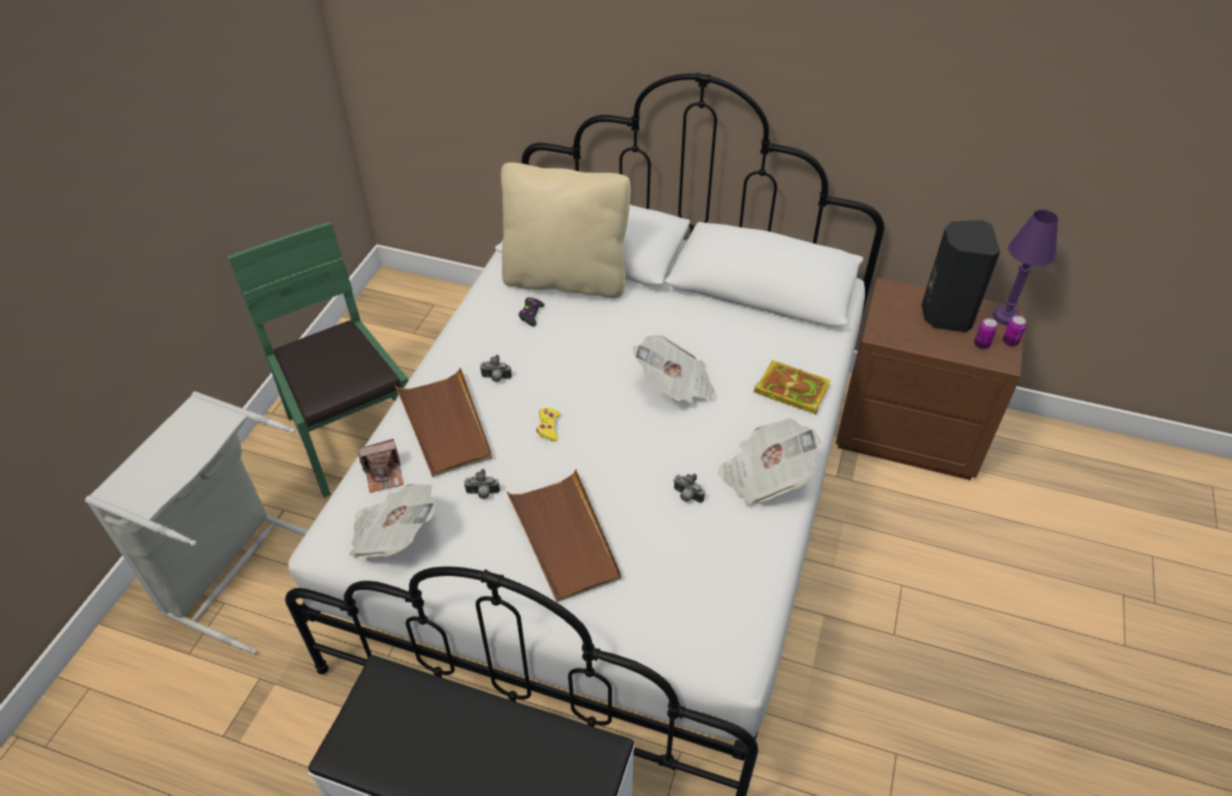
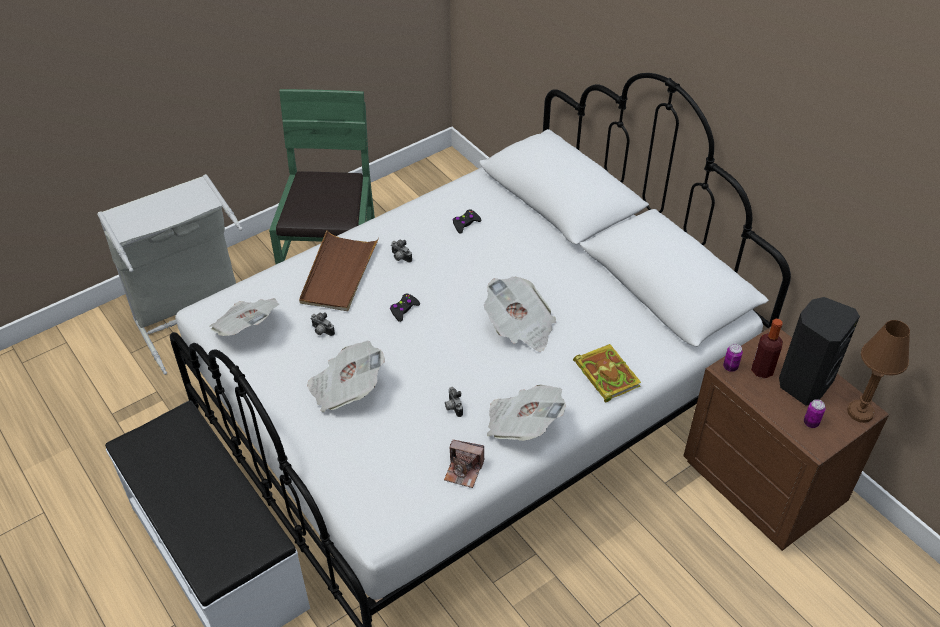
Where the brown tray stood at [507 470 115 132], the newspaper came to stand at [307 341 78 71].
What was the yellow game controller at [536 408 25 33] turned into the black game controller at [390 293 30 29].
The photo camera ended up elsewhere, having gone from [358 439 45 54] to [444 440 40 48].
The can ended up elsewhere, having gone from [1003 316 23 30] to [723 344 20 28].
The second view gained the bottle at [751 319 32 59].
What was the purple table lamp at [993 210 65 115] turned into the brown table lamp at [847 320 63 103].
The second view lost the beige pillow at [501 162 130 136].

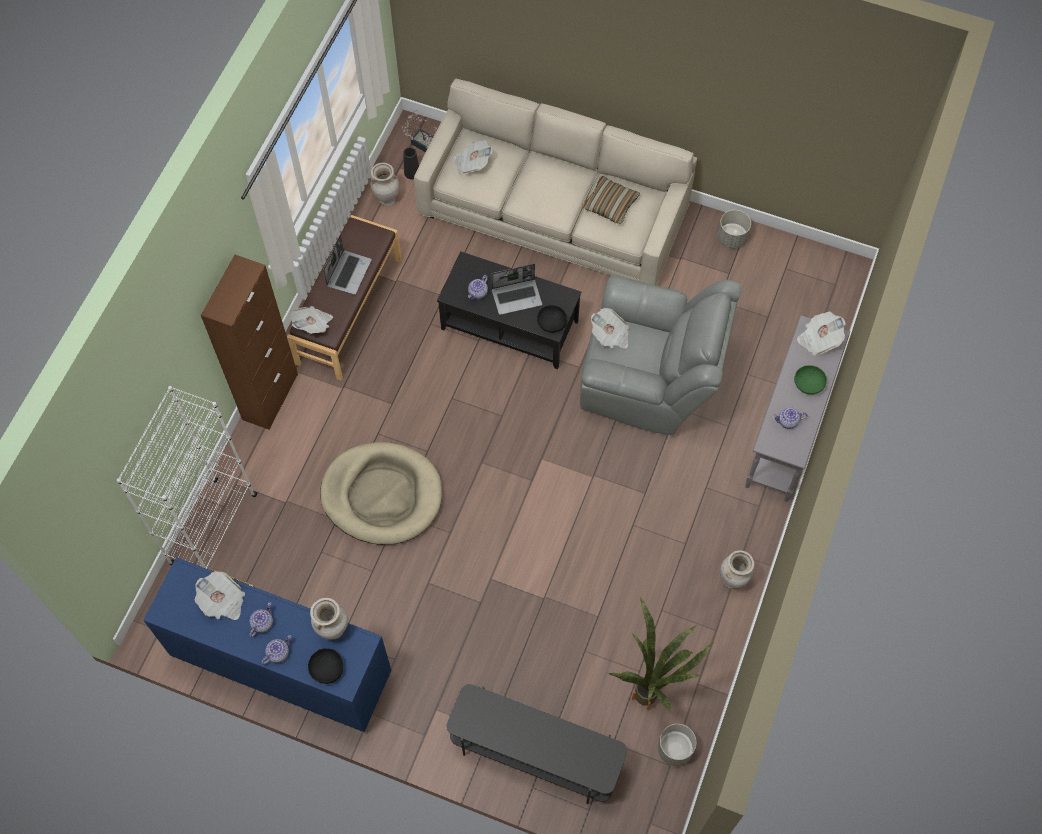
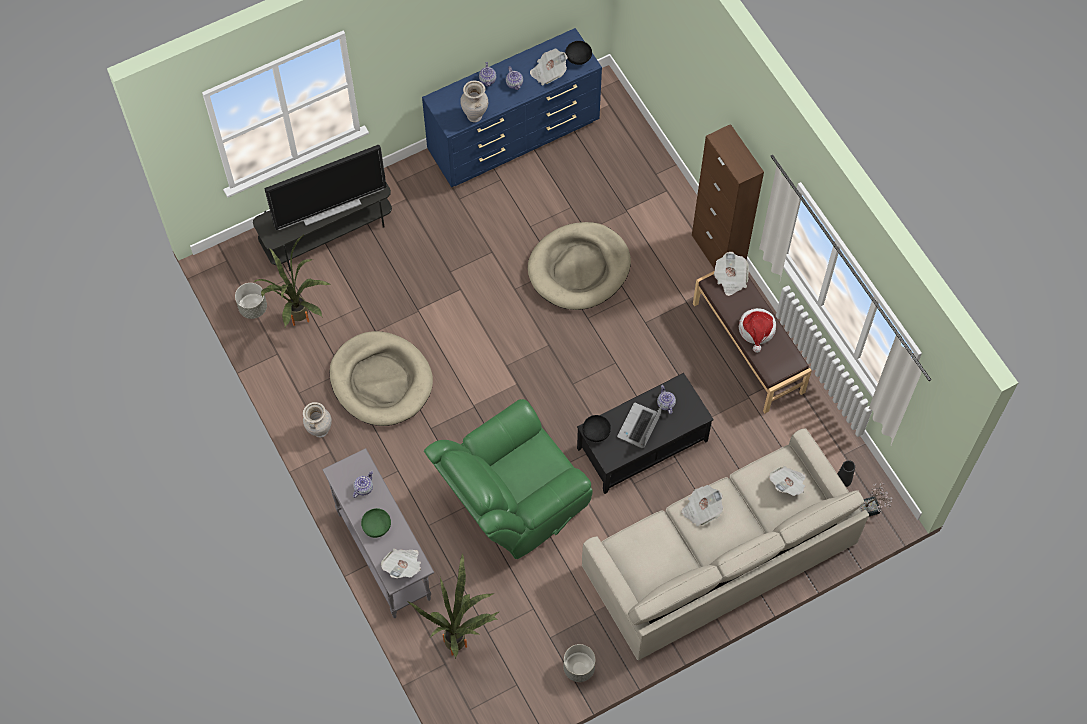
The second view gained the television at [265 145 122 85].
The second view gained the beige dog bed at [330 331 103 95].
The second view gained the potted plant at [407 553 93 106].
What was the grey armchair at [580 275 161 160] turned into the green armchair at [424 399 168 160].
The black bowl ended up elsewhere, having gone from [308 648 35 36] to [565 41 27 24].
The newspaper ended up elsewhere, having gone from [591 308 38 41] to [681 485 42 42].
Where the laptop stood at [323 235 49 60], the hat came to stand at [739 308 37 45].
The second view lost the white bookcase at [117 386 140 183].
The second view lost the beige vase at [370 162 29 44].
The second view lost the pillow at [582 176 58 48].

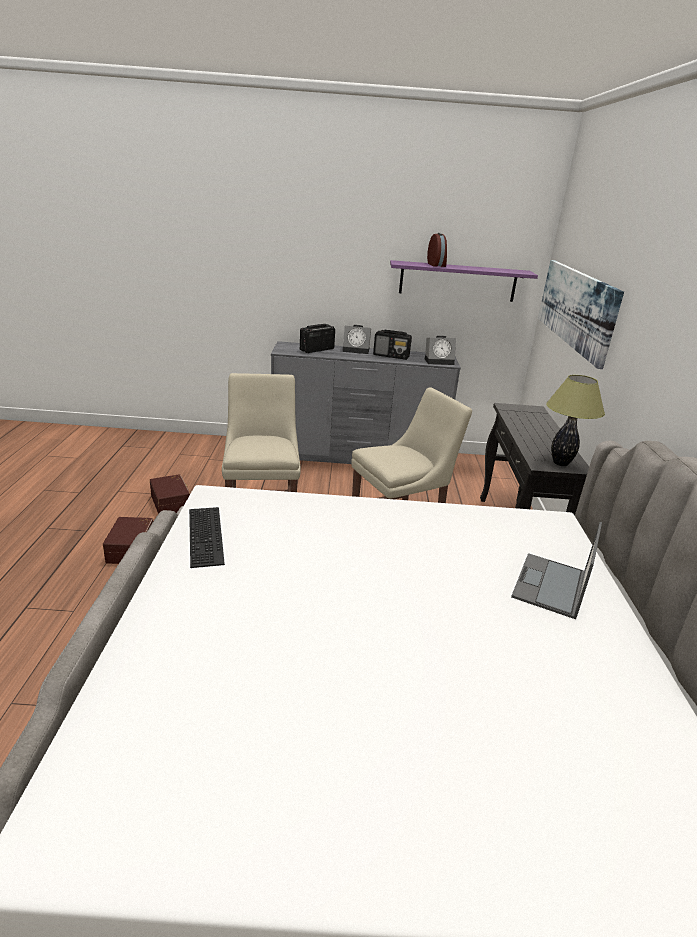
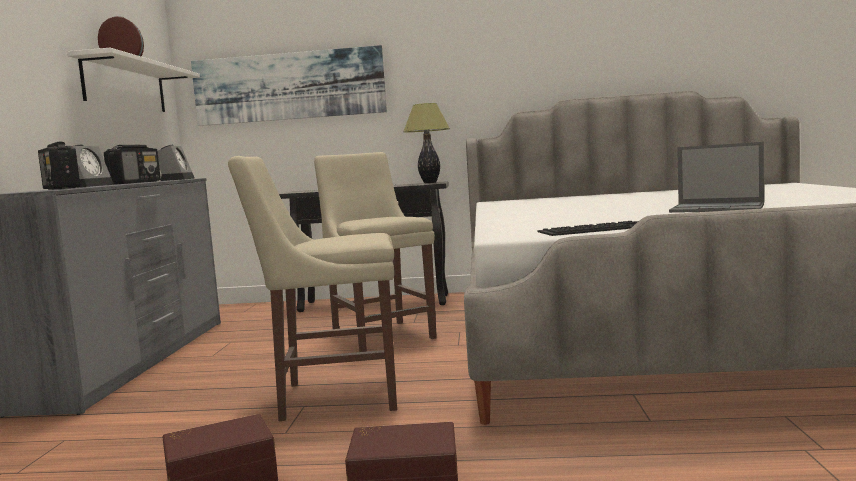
What was the purple shelf at [390 260 148 42] turned into the white shelf at [67 48 133 64].
The laptop ended up elsewhere, having gone from [511 522 91 97] to [669 142 95 71].

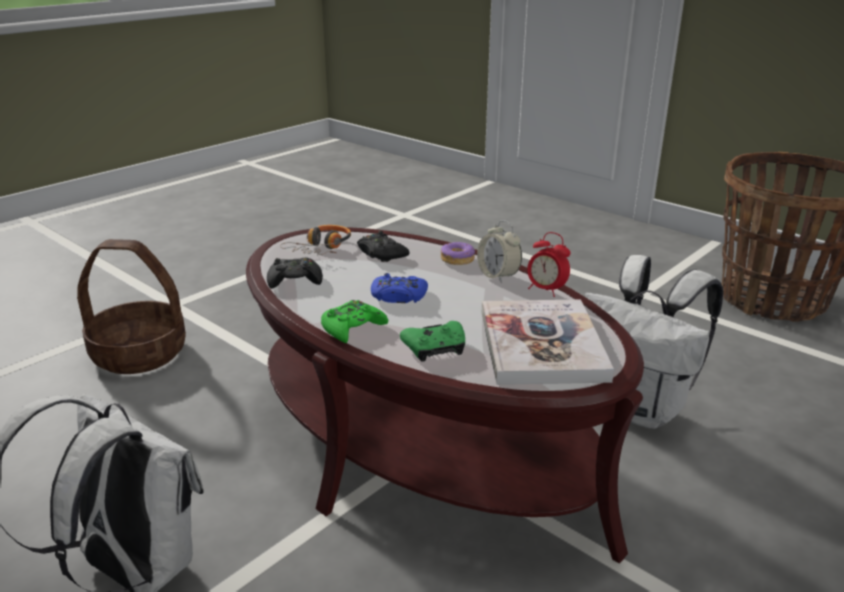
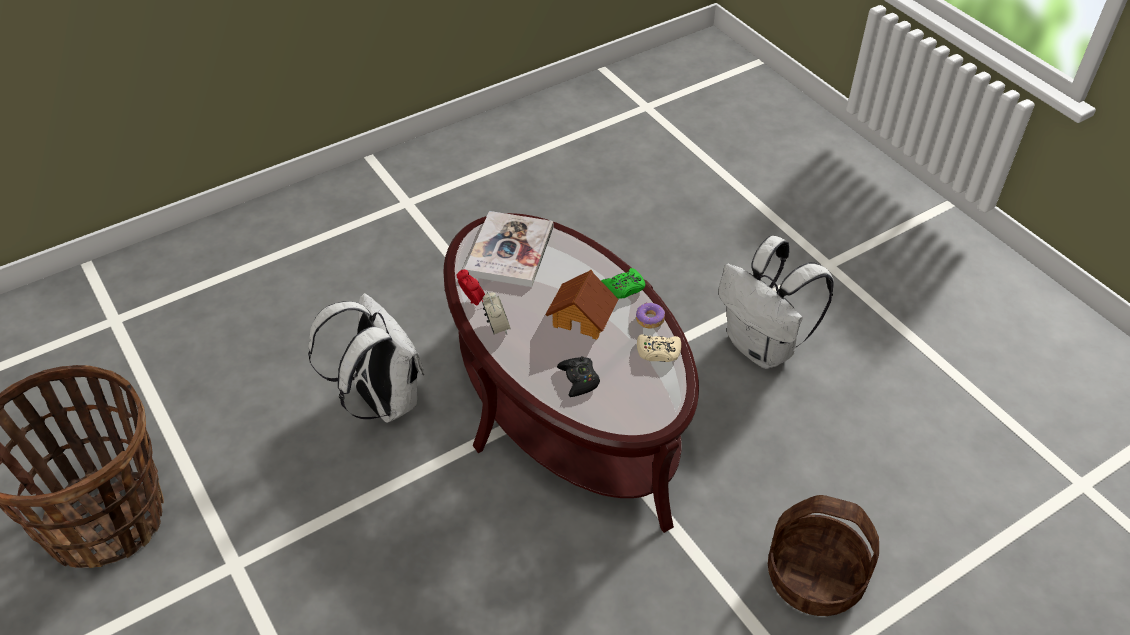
Where the blue game controller stood at [371 273 57 30], the toy house came to stand at [545 270 73 70].
The donut ended up elsewhere, having gone from [441 242 34 23] to [636 302 29 27].
What was the black game controller at [267 257 56 32] turned into the beige game controller at [637 334 44 28].
The second view lost the headphones at [280 225 71 30].
The second view lost the green game controller at [400 321 65 41].

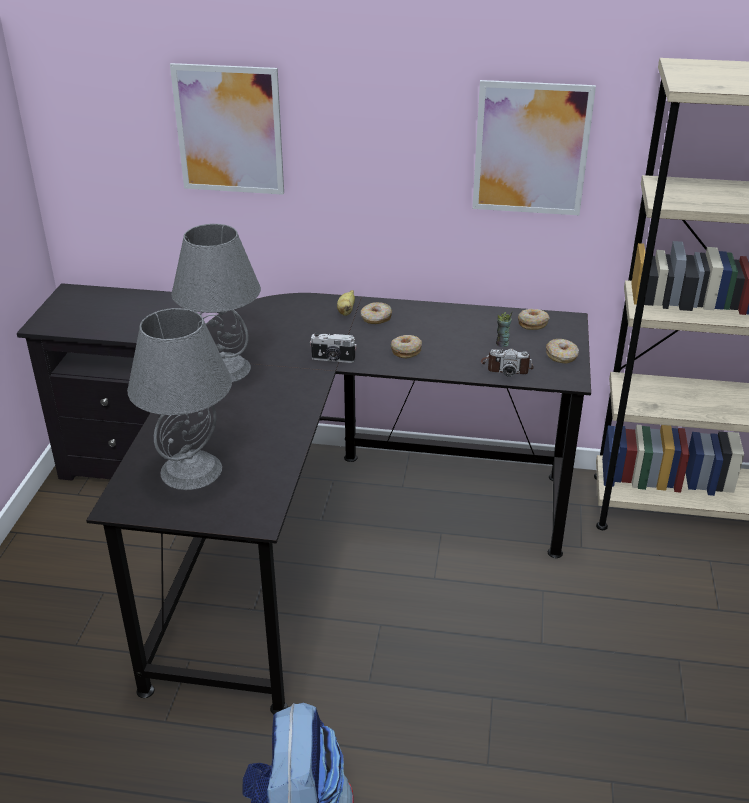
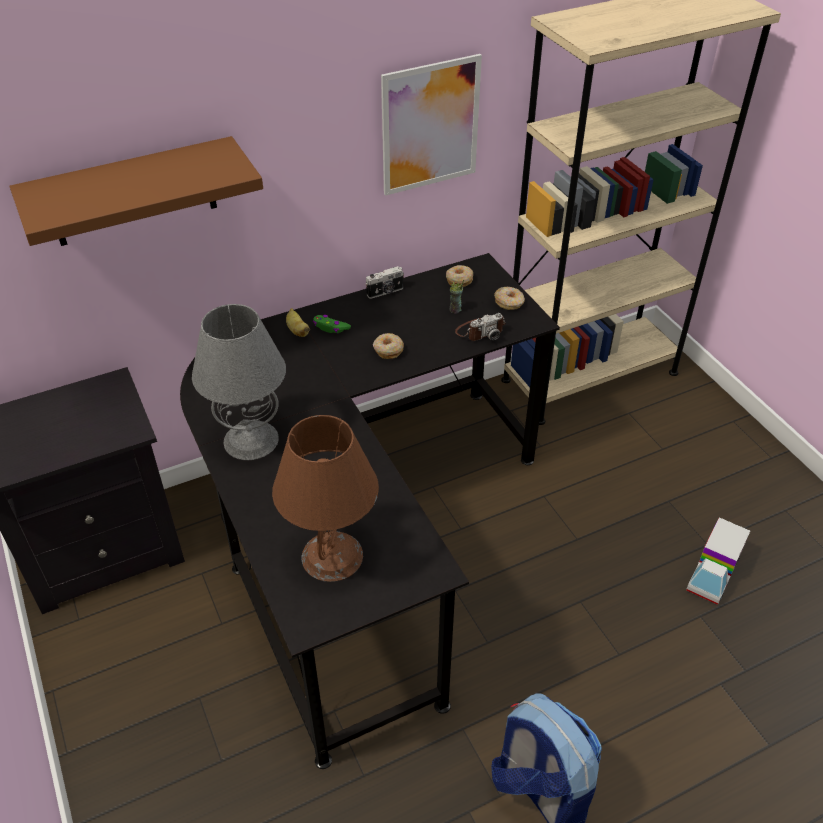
Where the picture hung at [170 63 114 132], the brown shelf came to hang at [10 136 253 110].
What was the grey table lamp at [127 308 105 182] turned into the brown table lamp at [272 415 107 167].
Where the donut stood at [361 302 31 22], the green game controller came to stand at [313 315 38 18].
The photo camera ended up elsewhere, having gone from [310 332 47 31] to [365 266 39 33].
The second view gained the toy truck at [686 517 64 88].

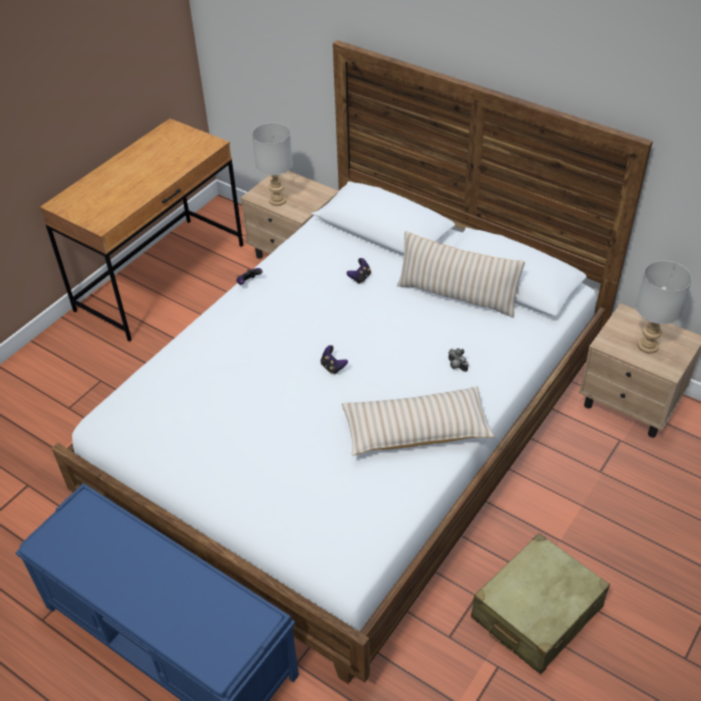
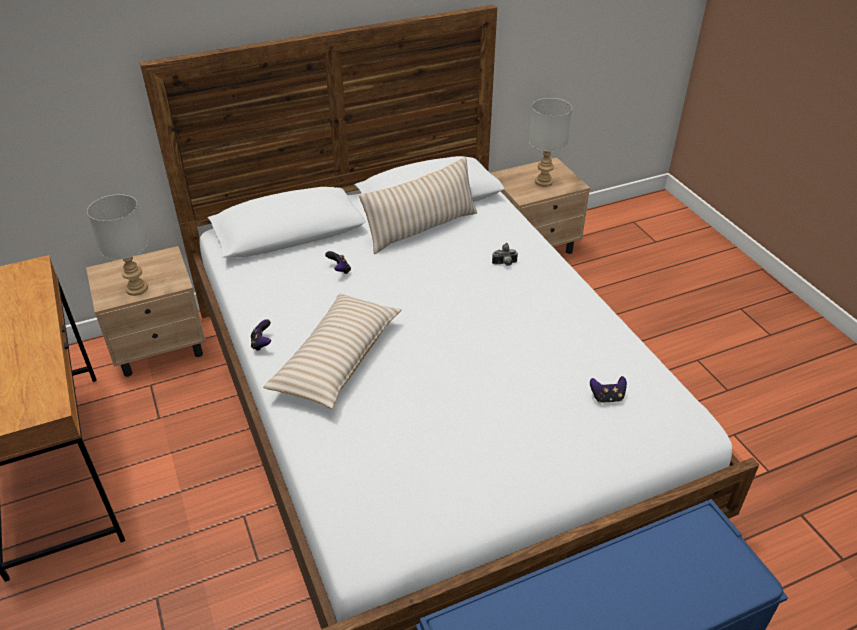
The beige pillow ended up elsewhere, having gone from [342 387 153 69] to [263 293 138 116].
The game controller ended up elsewhere, having gone from [321 345 27 29] to [590 376 37 27].
The second view lost the beige suitcase at [471 533 139 141].

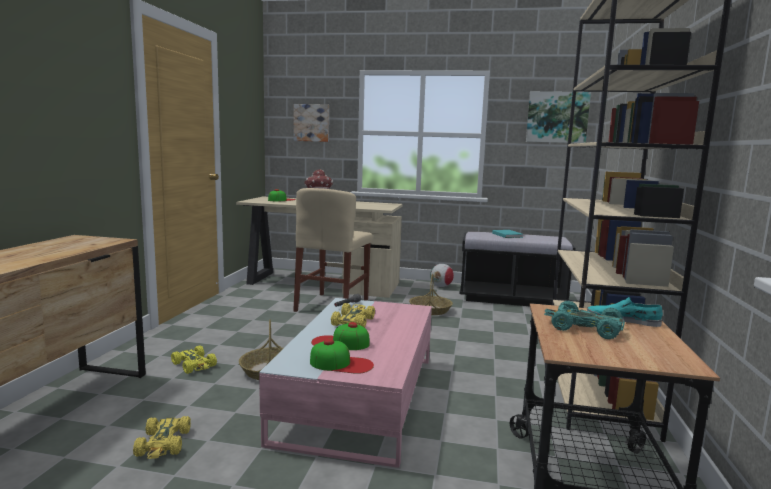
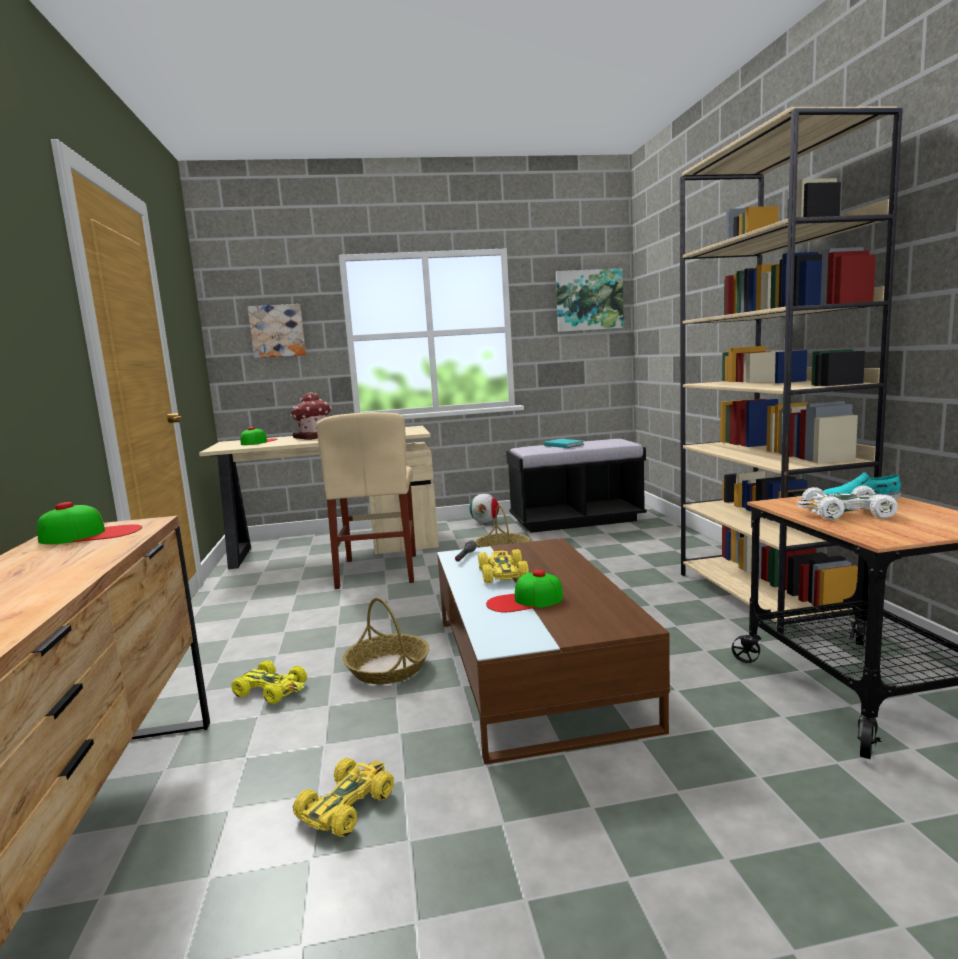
The cap ended up elsewhere, having gone from [310 339 64 35] to [37 502 105 42].
The yellow toy car at [133 416 58 43] ended up facing another way, 120 degrees counterclockwise from before.
What was the pink coffee table at [259 298 173 170] turned into the brown coffee table at [437 538 233 226].
What was the turquoise toy car at [544 301 81 38] turned into the white toy car at [797 486 101 34].

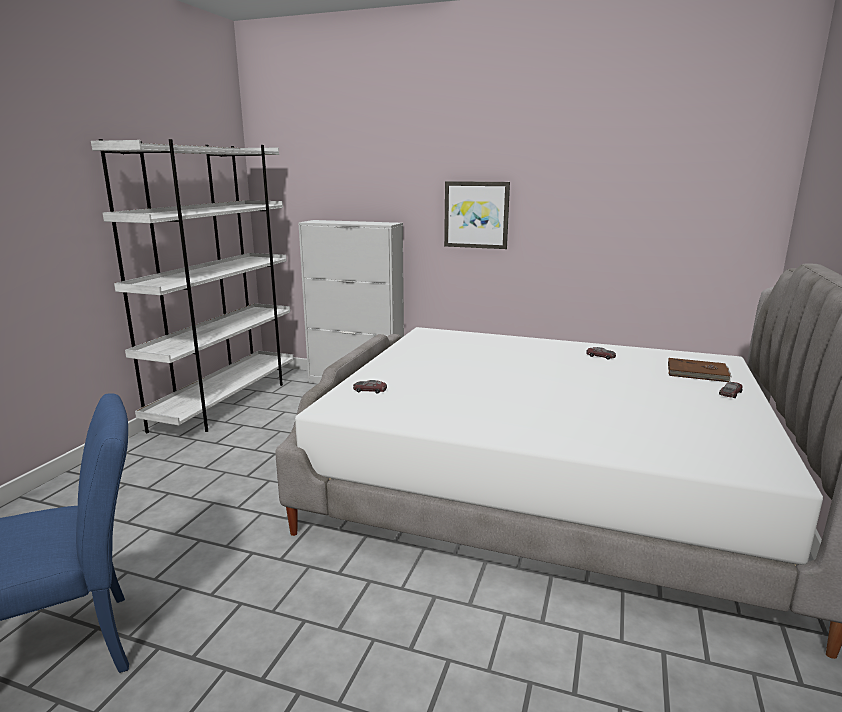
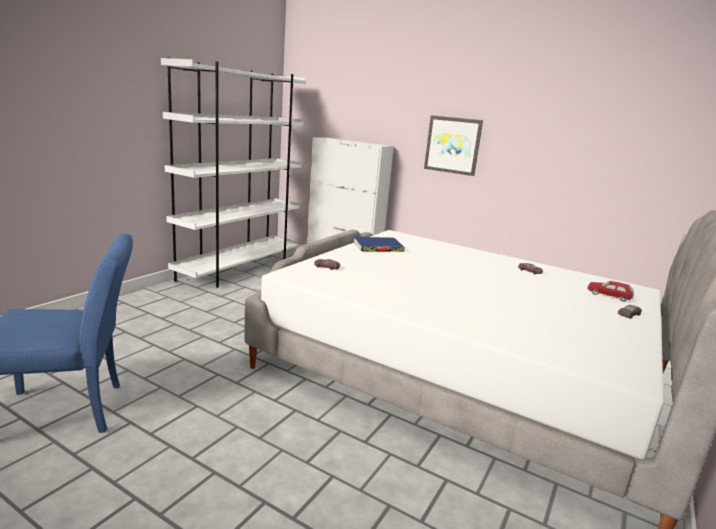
The second view gained the blue book at [353 237 51 15].
Where the brown book stood at [668 358 64 24], the toy car came to stand at [587 281 47 21].

